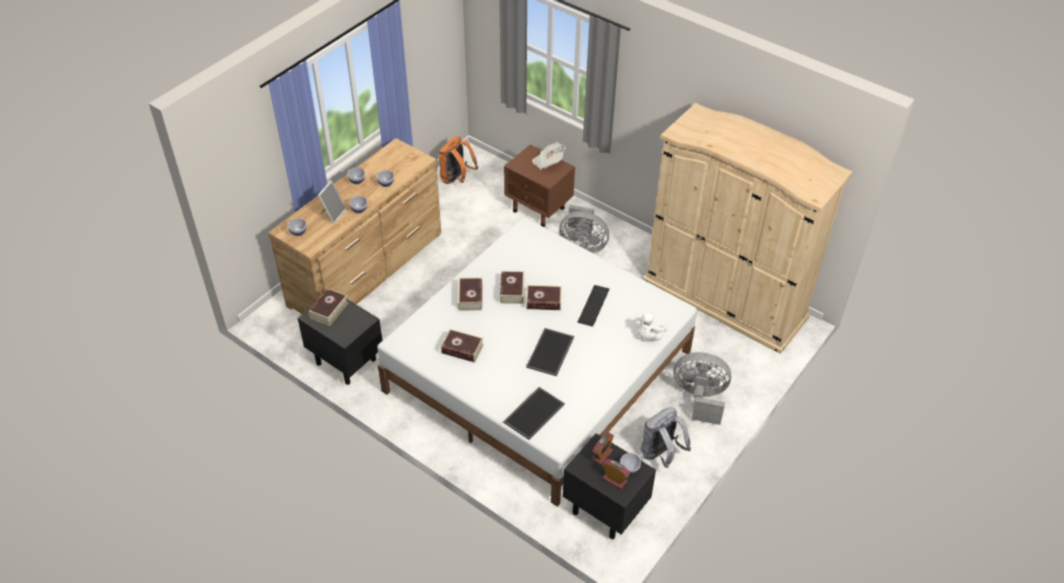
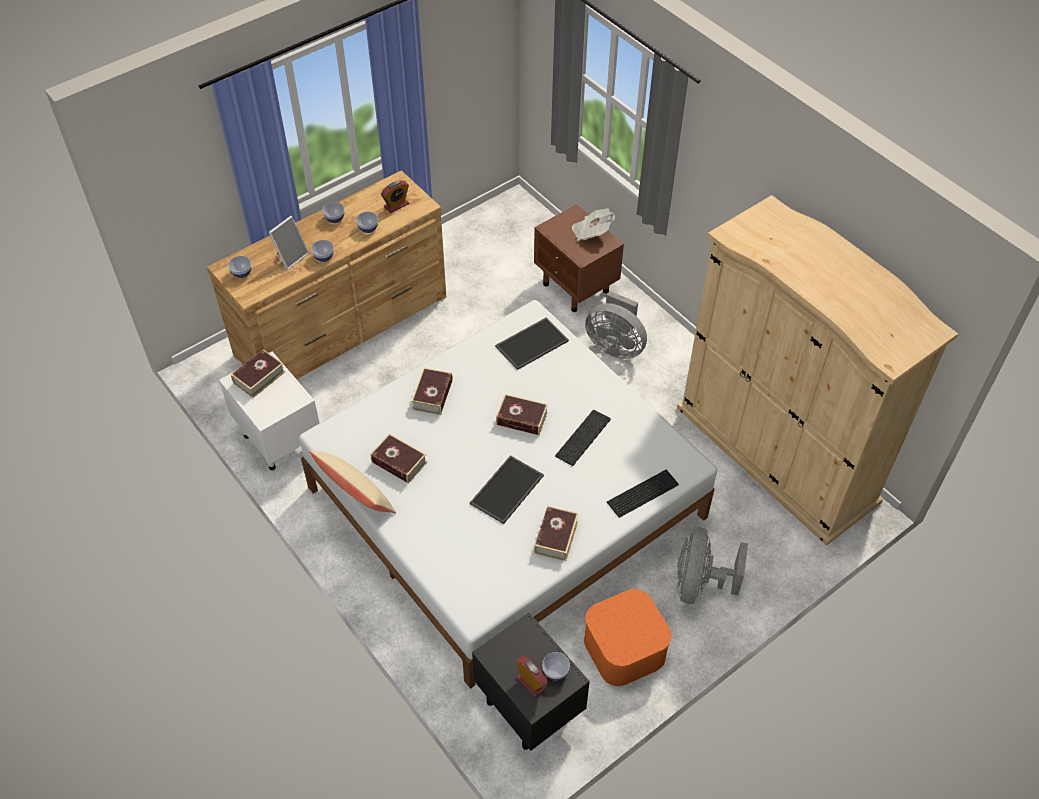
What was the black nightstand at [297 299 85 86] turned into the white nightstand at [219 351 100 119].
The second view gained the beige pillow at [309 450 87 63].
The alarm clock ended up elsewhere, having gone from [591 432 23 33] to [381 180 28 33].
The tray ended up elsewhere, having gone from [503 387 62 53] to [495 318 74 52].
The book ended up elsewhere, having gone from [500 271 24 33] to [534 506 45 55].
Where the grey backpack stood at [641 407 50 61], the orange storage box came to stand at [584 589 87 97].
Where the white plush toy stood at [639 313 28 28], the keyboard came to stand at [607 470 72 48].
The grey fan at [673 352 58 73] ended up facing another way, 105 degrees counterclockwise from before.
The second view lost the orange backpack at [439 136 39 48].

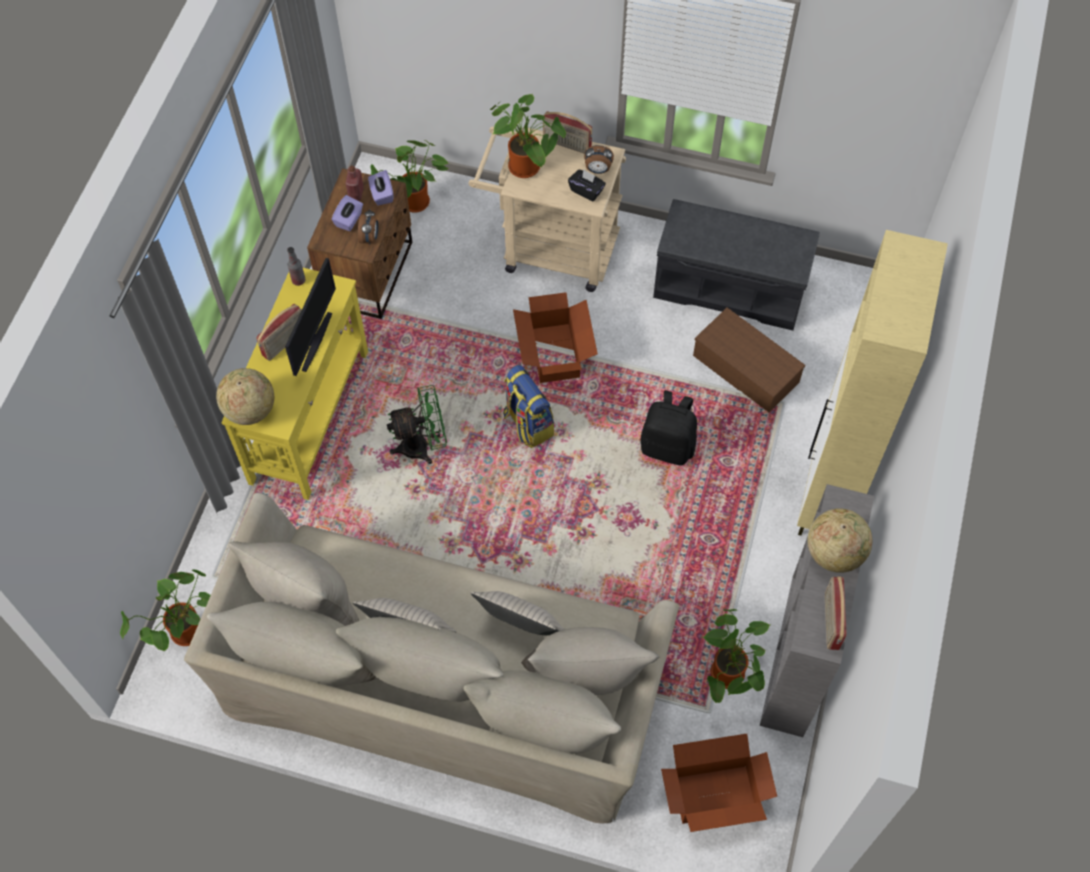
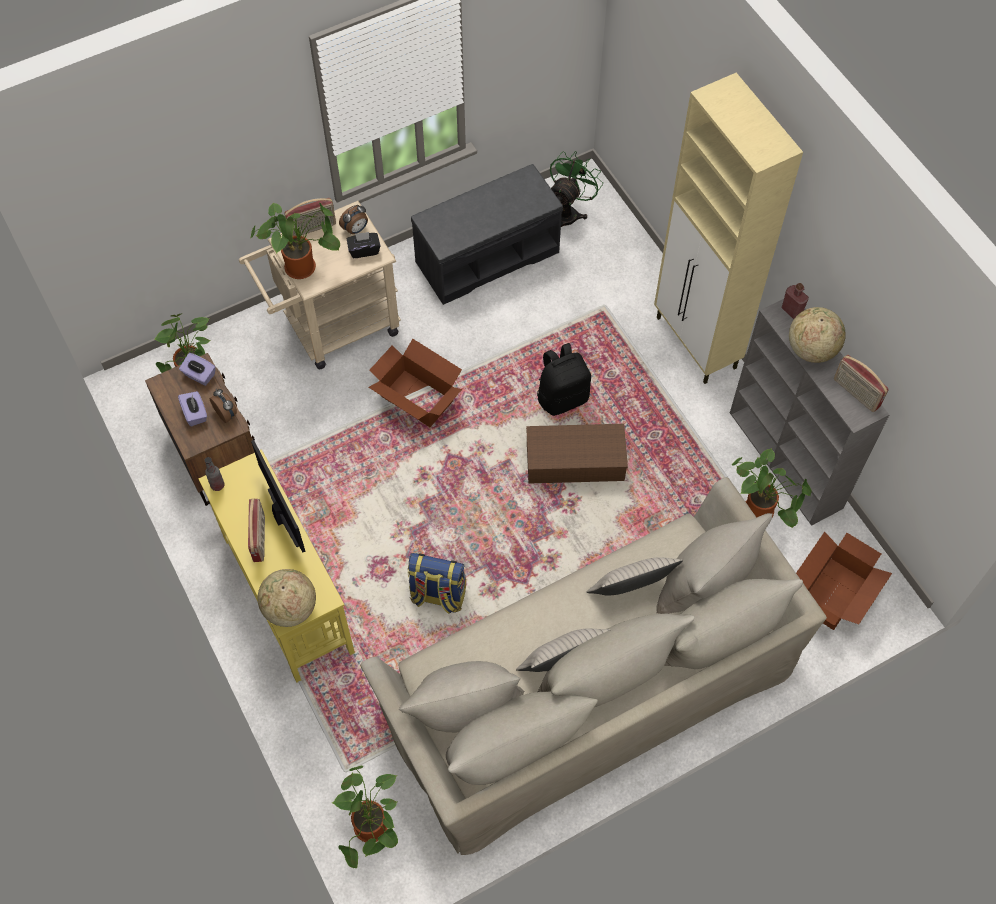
The backpack ended up elsewhere, having gone from [503 365 51 83] to [408 553 58 61].
The brown storage box ended up elsewhere, having gone from [693 308 112 104] to [526 424 102 60].
The green fan ended up elsewhere, having gone from [387 385 60 79] to [550 151 53 76].
The red bottle ended up elsewhere, having gone from [345 165 19 36] to [781 283 28 36].

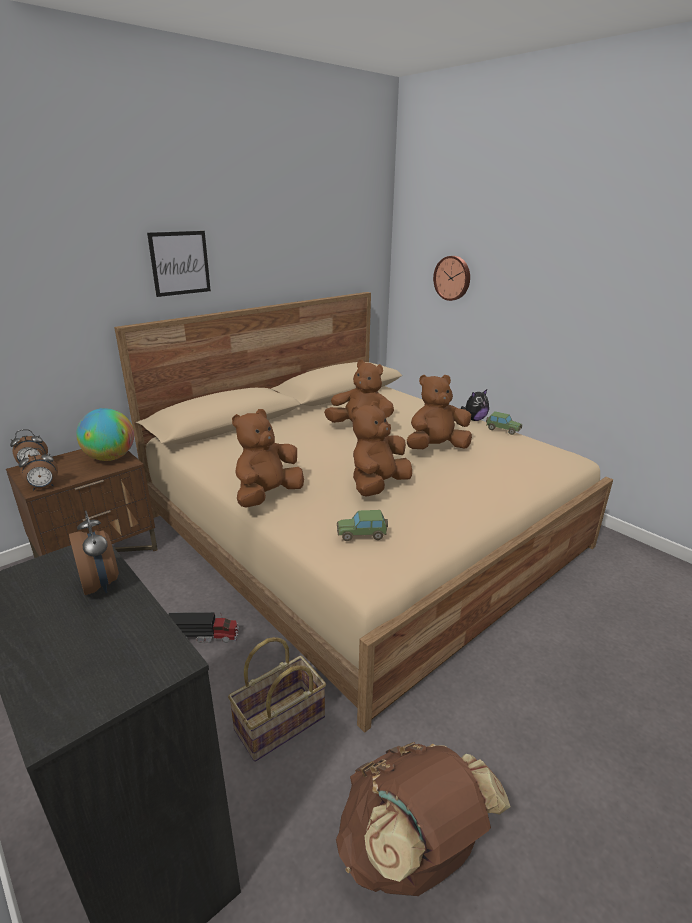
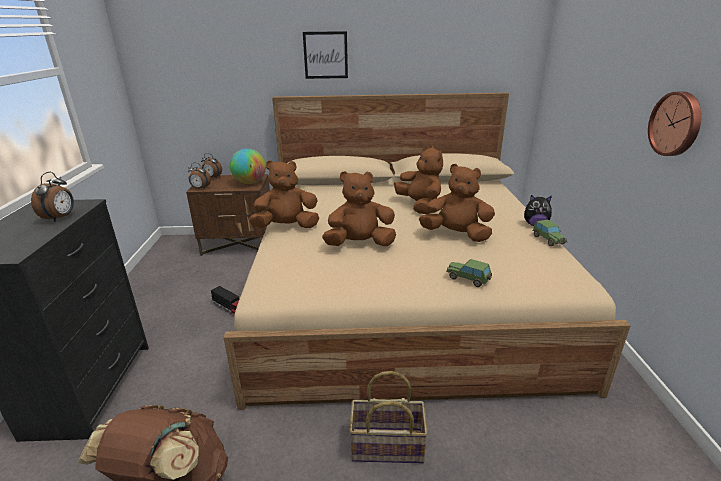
The basket ended up elsewhere, having gone from [228 637 98 125] to [349 371 79 92].
The toy car ended up elsewhere, having gone from [337 510 51 31] to [446 259 46 28].
The wall clock ended up elsewhere, having gone from [433 256 37 45] to [648 91 54 65].

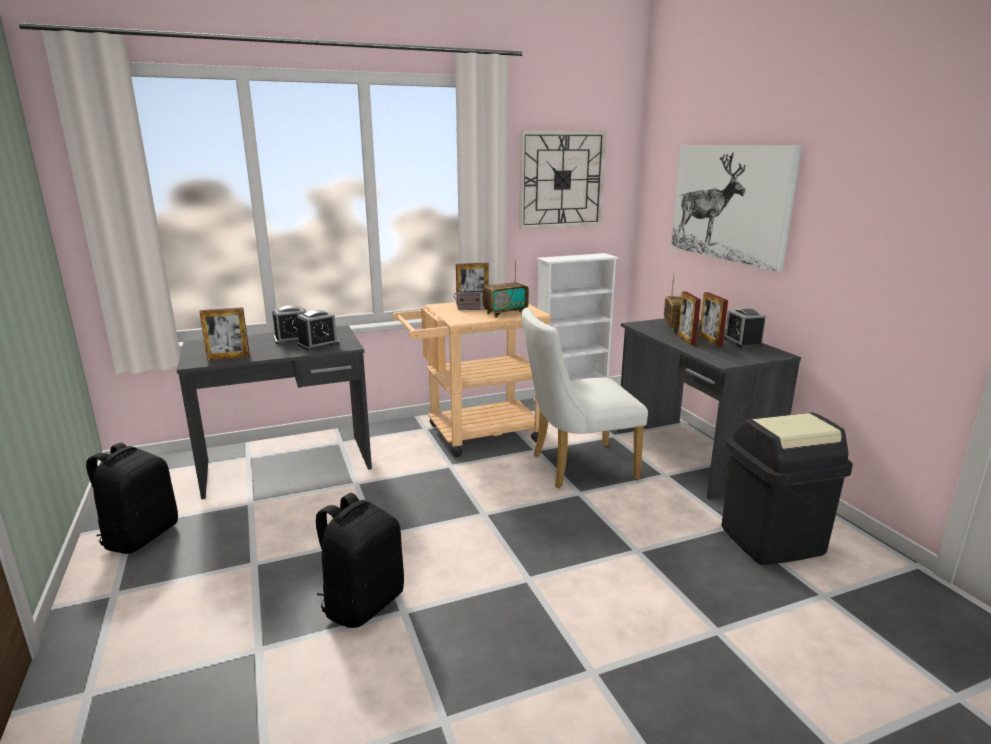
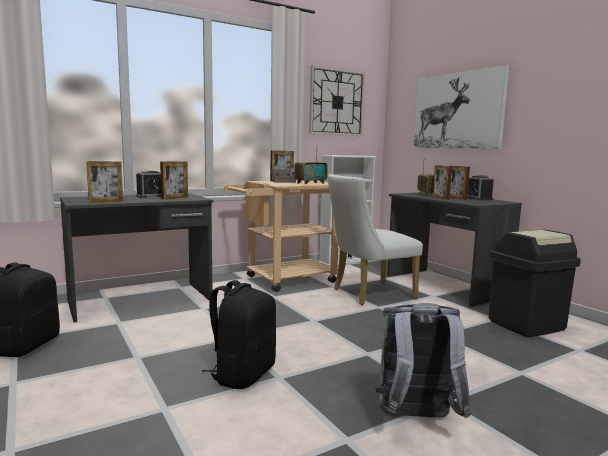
Where the alarm clock stood at [296 310 43 41], the picture frame came to stand at [160 161 28 38].
The second view gained the grey backpack at [375 303 96 115].

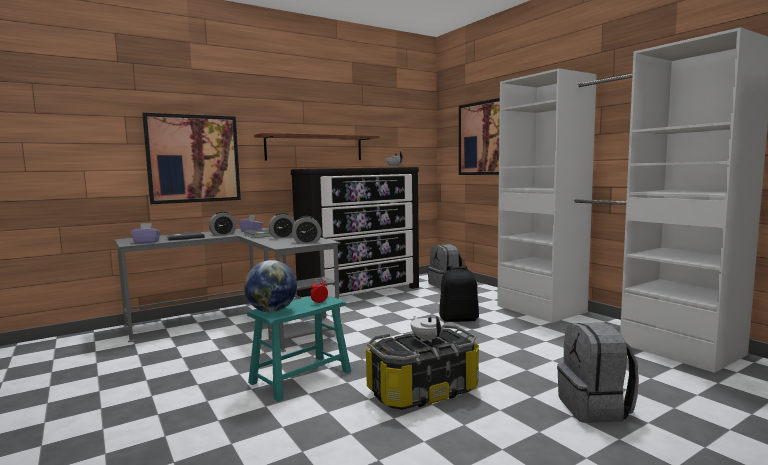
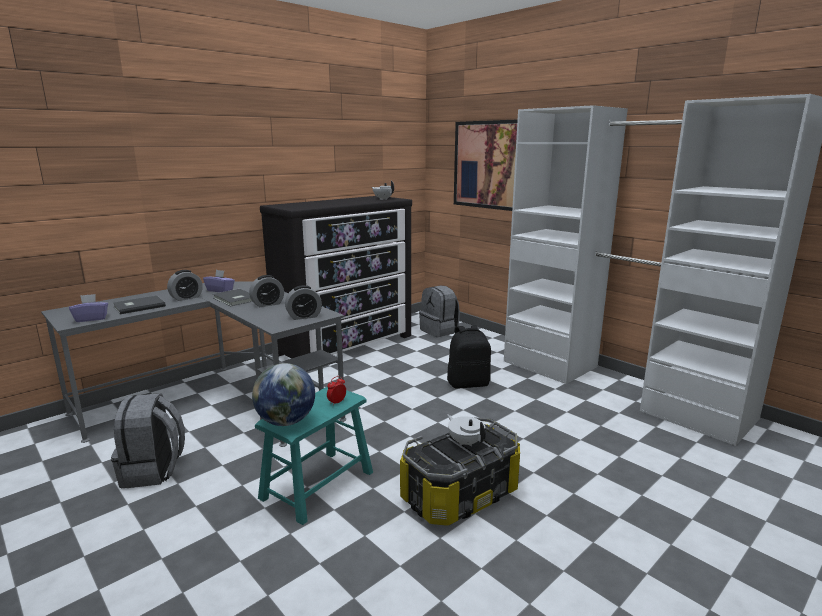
The grey backpack ended up elsewhere, having gone from [557 323 82 100] to [111 393 74 95].
The second view lost the picture at [142 113 99 91].
The second view lost the brown shelf at [254 133 126 27].

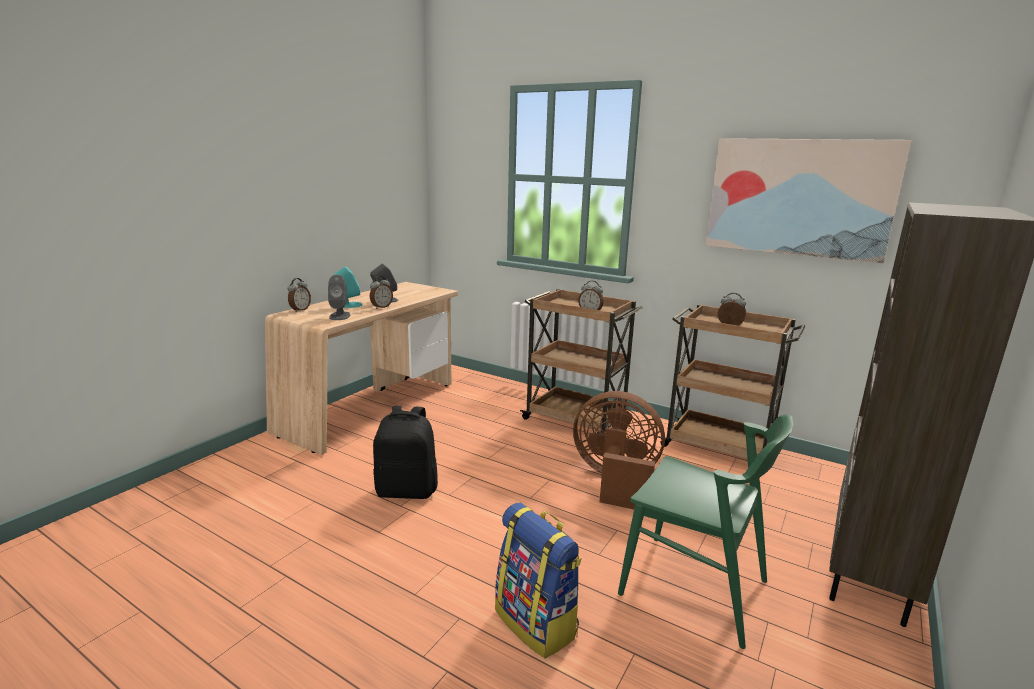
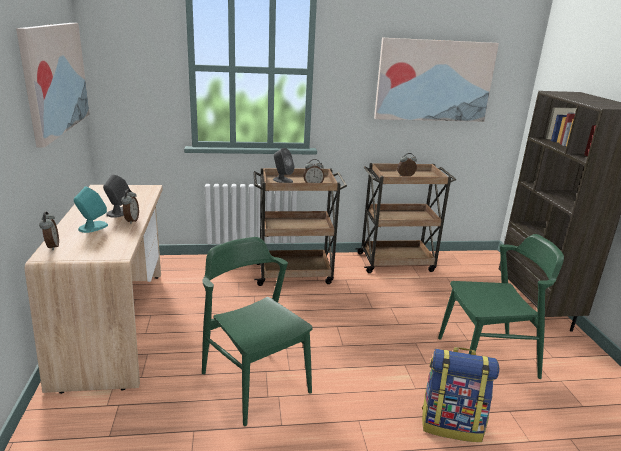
The second view gained the picture at [16 23 74 125].
Where the black backpack stood at [373 406 65 93], the green chair came to stand at [202 237 111 189].
The grey speaker ended up elsewhere, having gone from [328 275 22 45] to [273 148 21 35].
The second view lost the brown fan at [573 391 92 118].

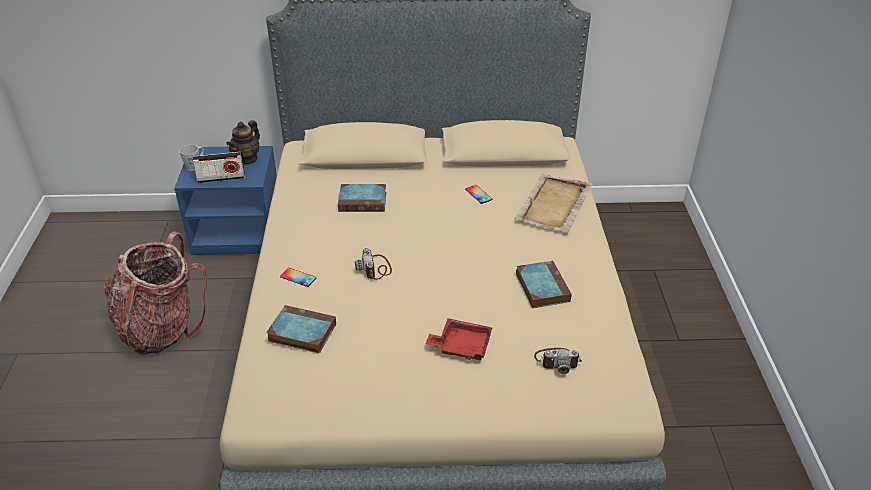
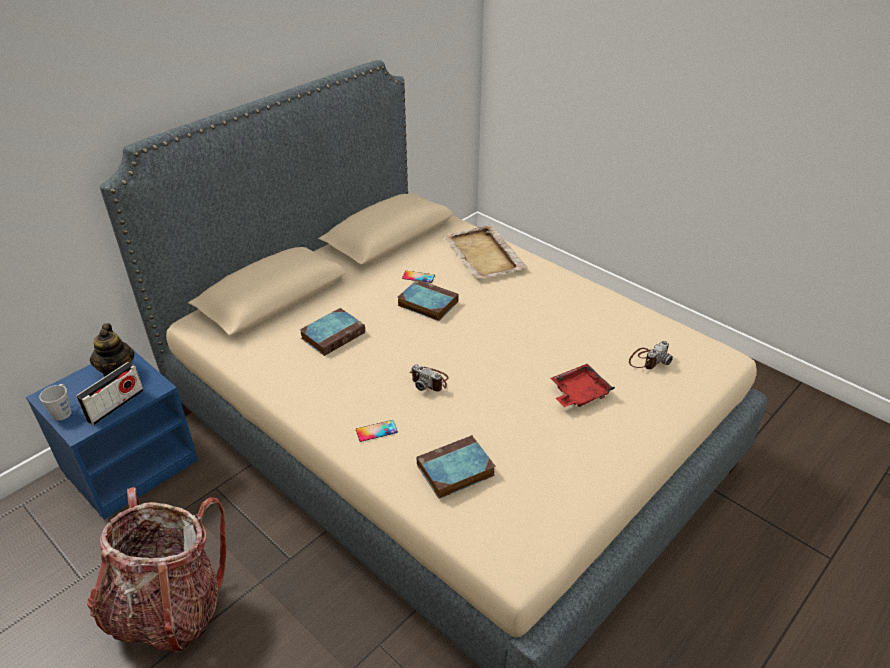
The book ended up elsewhere, having gone from [516 260 56 48] to [398 279 61 42].

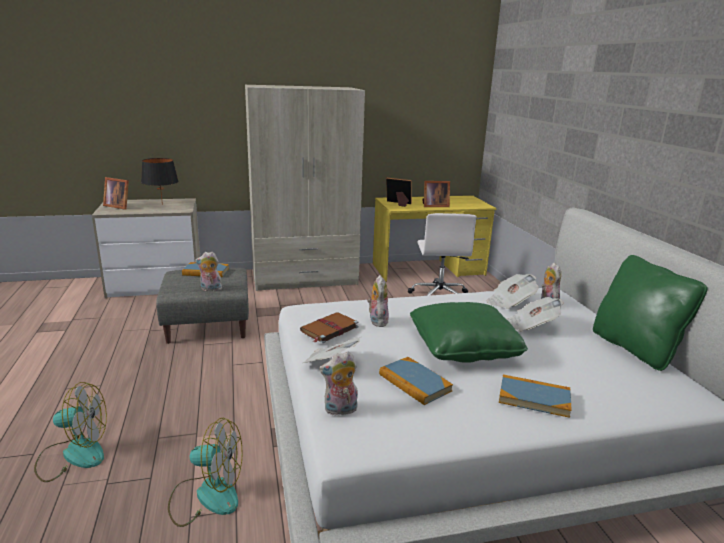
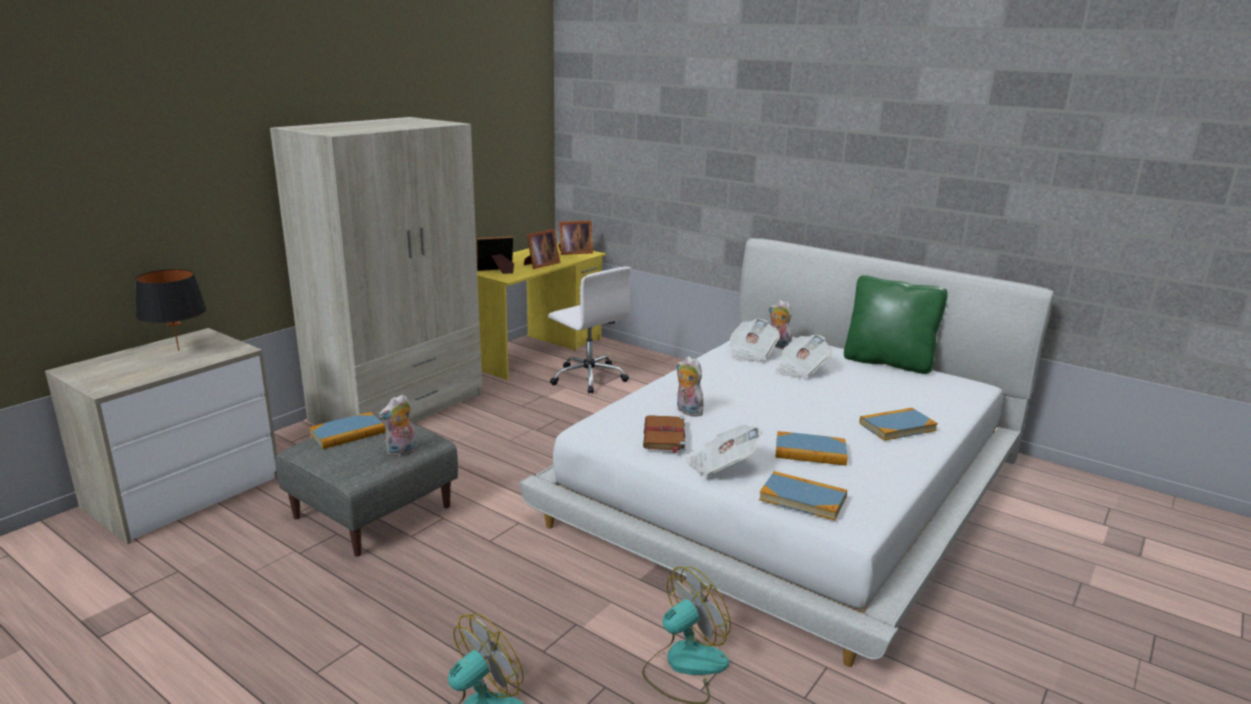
The picture frame ended up elsewhere, having gone from [103 177 26 33] to [559 220 34 35].
Where the plush toy stood at [319 351 39 65], the book came to stand at [759 471 88 50].
The second view lost the green pillow at [410 302 118 61].

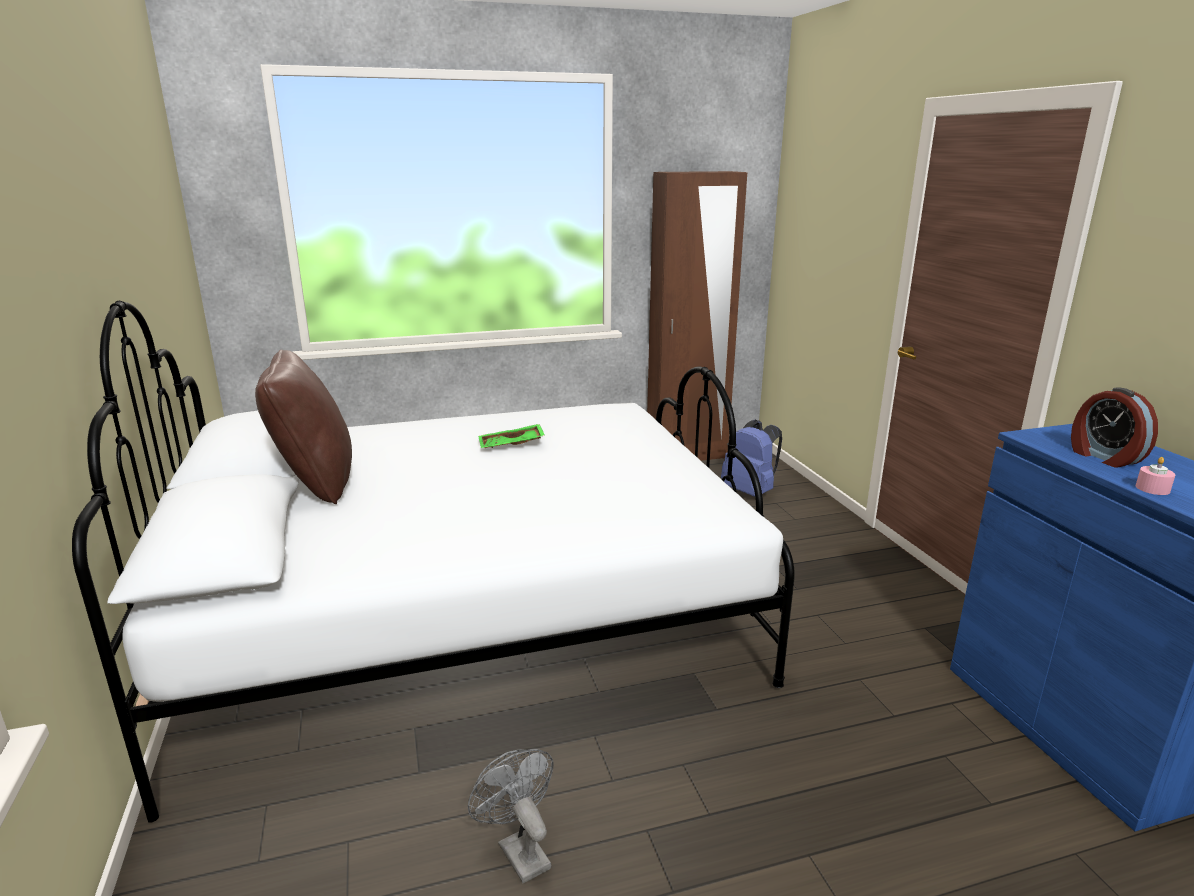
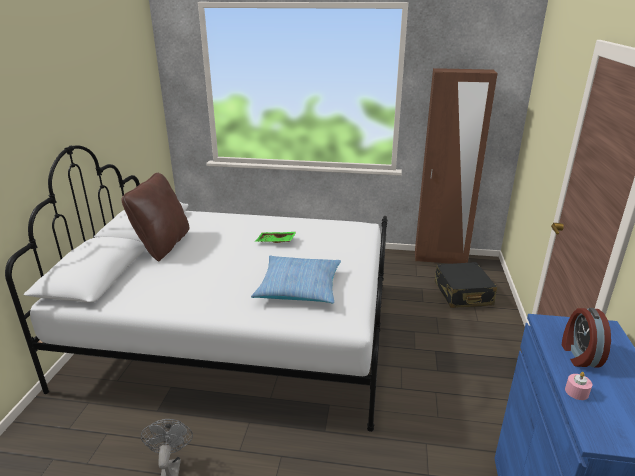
The second view gained the pillow at [251 256 90 47].
Where the blue backpack stood at [721 420 61 77], the black suitcase came to stand at [435 262 62 46].

